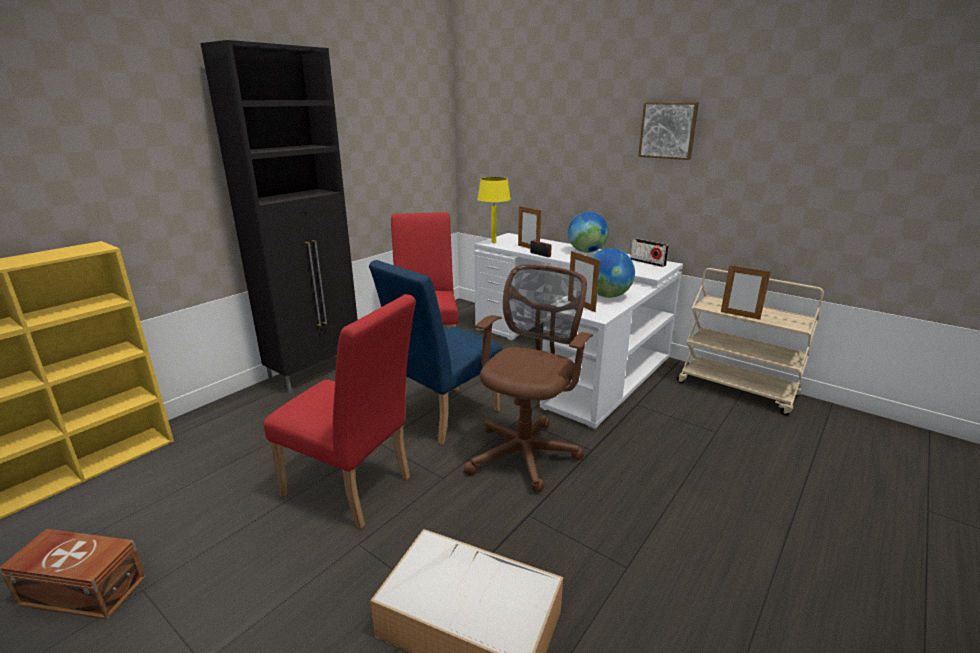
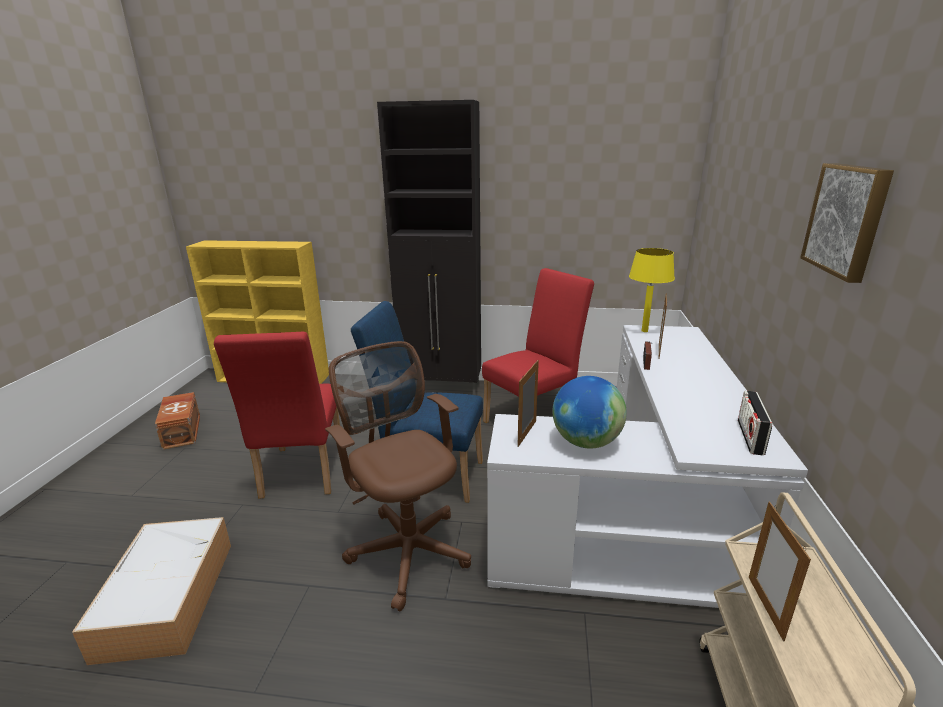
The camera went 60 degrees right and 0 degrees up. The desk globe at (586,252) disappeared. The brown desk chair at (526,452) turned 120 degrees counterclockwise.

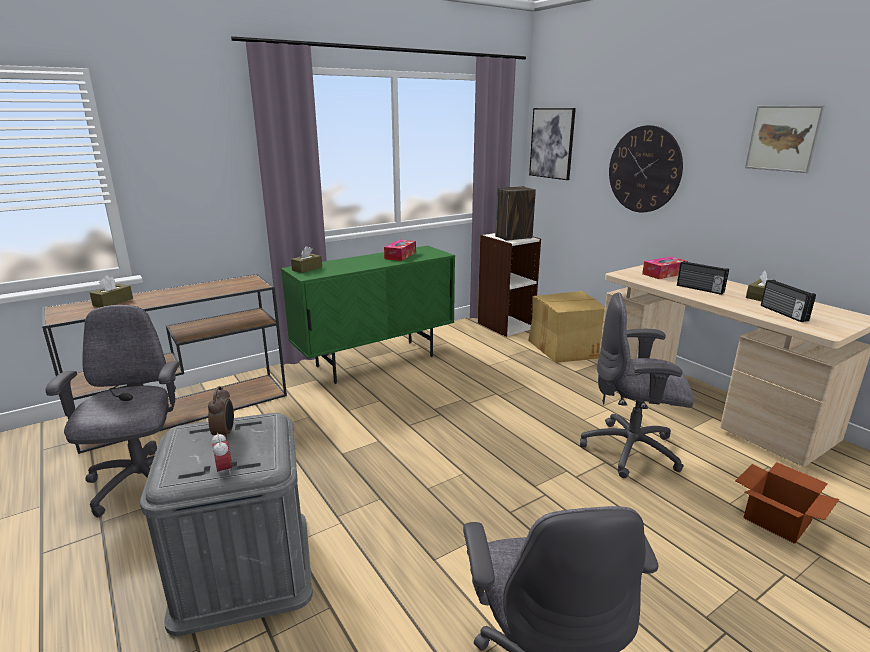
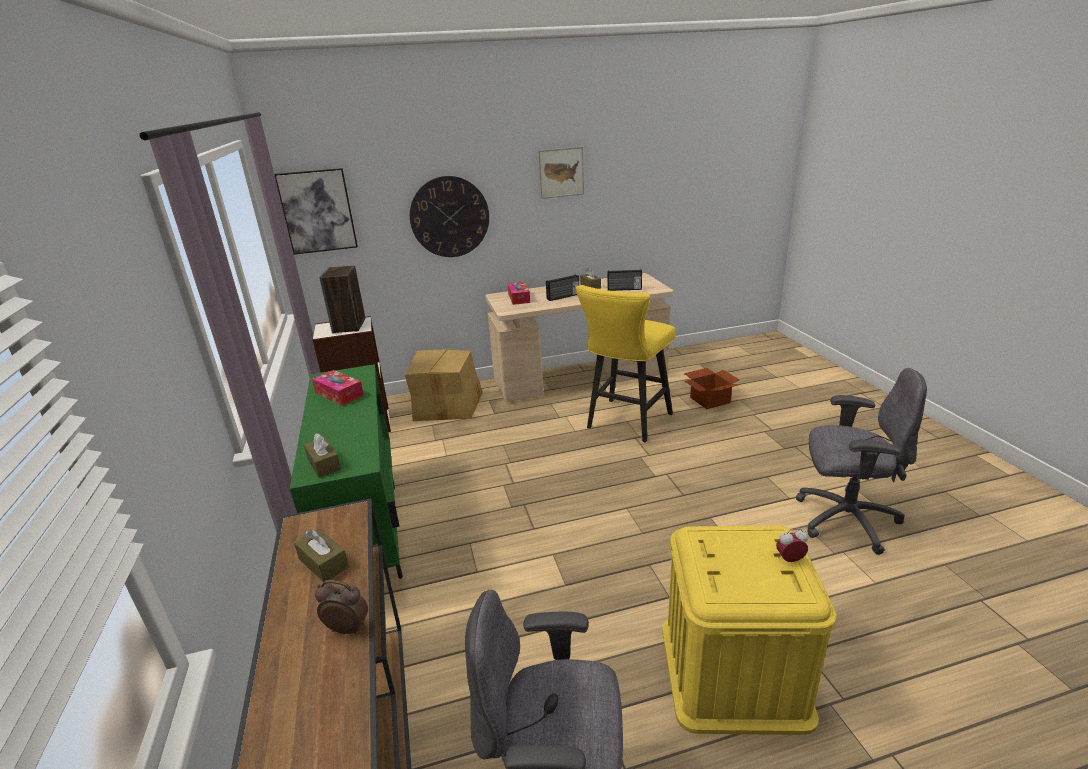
The camera went 70 degrees left and 5 degrees up. The brown tissue holder moved from (113,302) to (323,563). The table clock moved from (225,434) to (348,628). The greyish desk chair at (632,451) was replaced by the yellow stool seat at (626,423). The greyish storage bin at (243,568) became the yellow storage bin at (733,672).

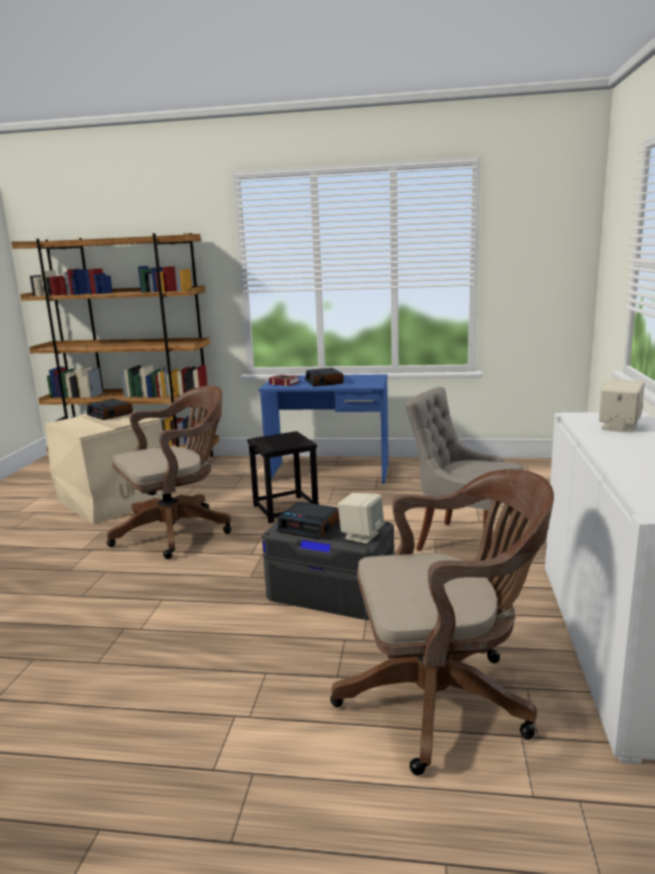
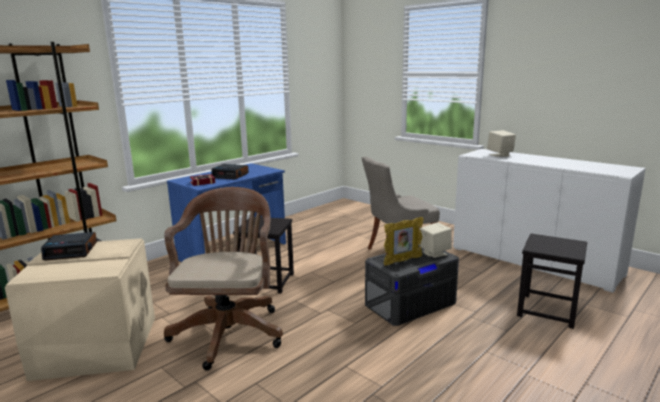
The camera went 55 degrees left and 0 degrees up. The table clock at (311,526) was replaced by the photo frame at (402,261). The brown desk chair at (443,699) was replaced by the black stool seat at (547,310).

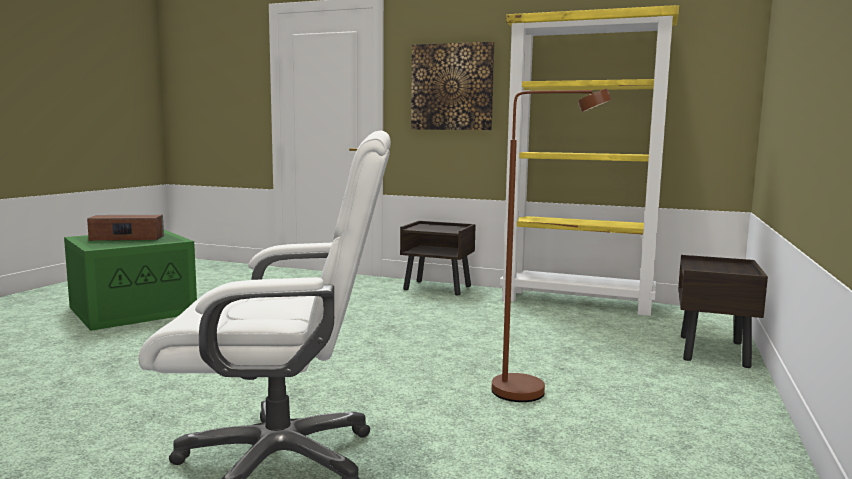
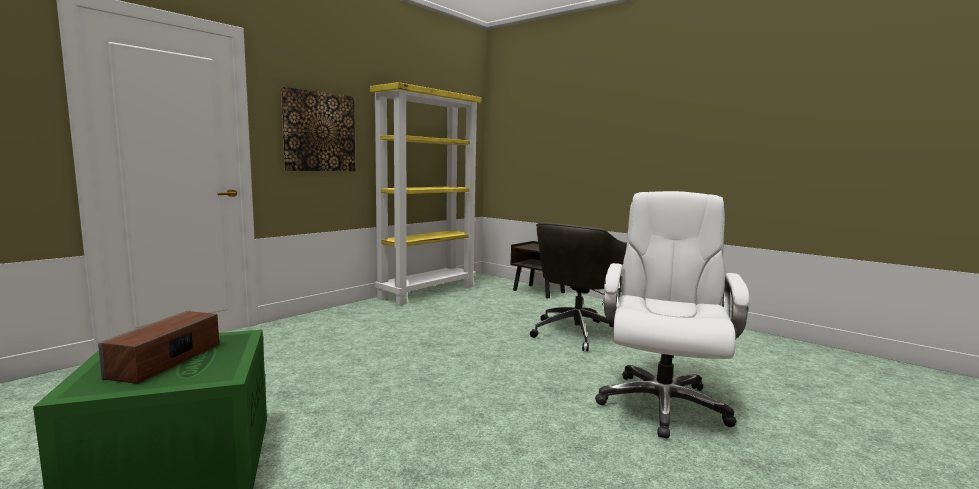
The camera went 70 degrees left and 0 degrees up. The brown nightstand at (438,288) disappeared. The brown standard lamp at (533,393) was replaced by the greyish desk chair at (578,332).

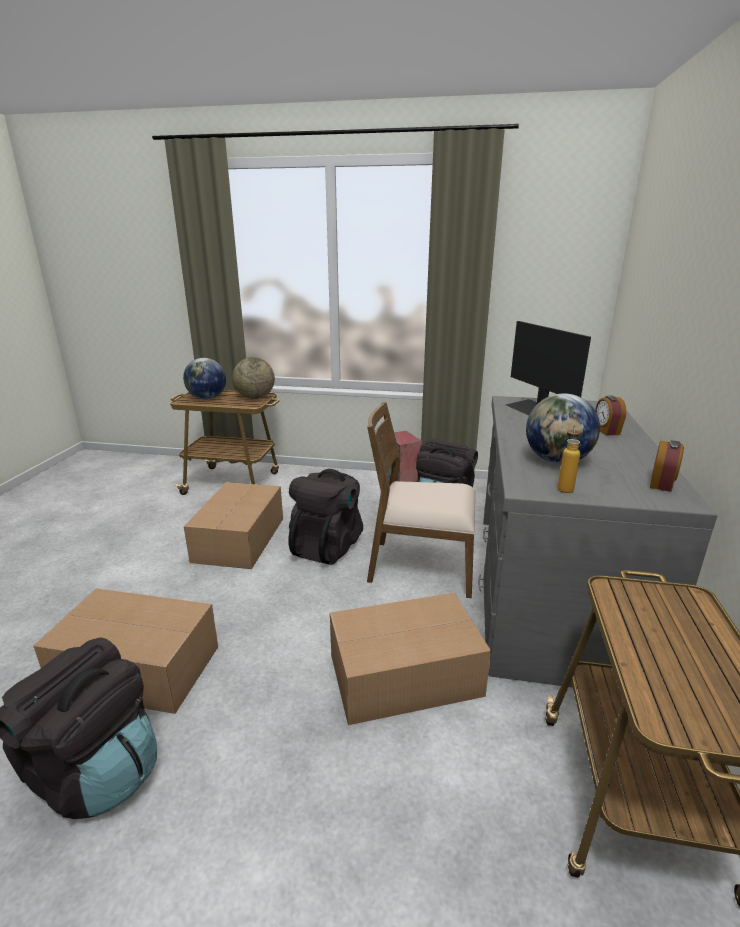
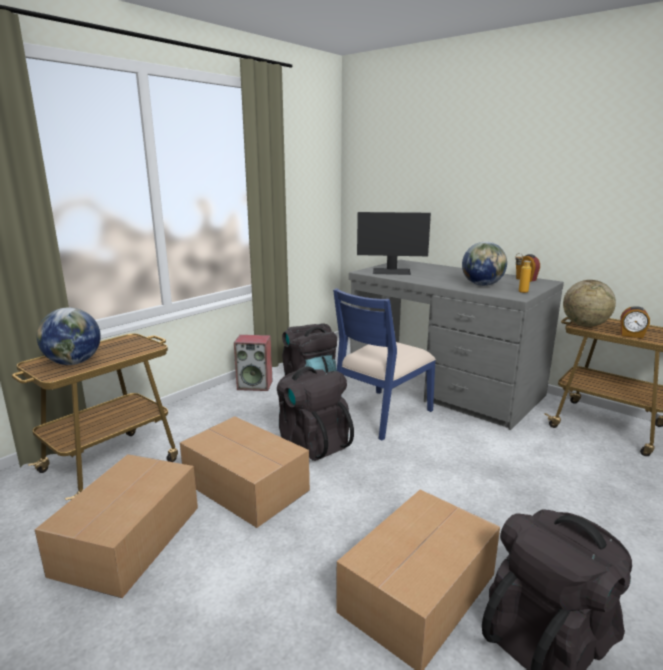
The camera went 60 degrees left and 5 degrees down. The desk globe moved from (255,398) to (584,325). The cardboard box moved from (407,675) to (130,538). The table clock moved from (606,431) to (631,335). The brown chair at (421,566) became the bluish chair at (381,414).

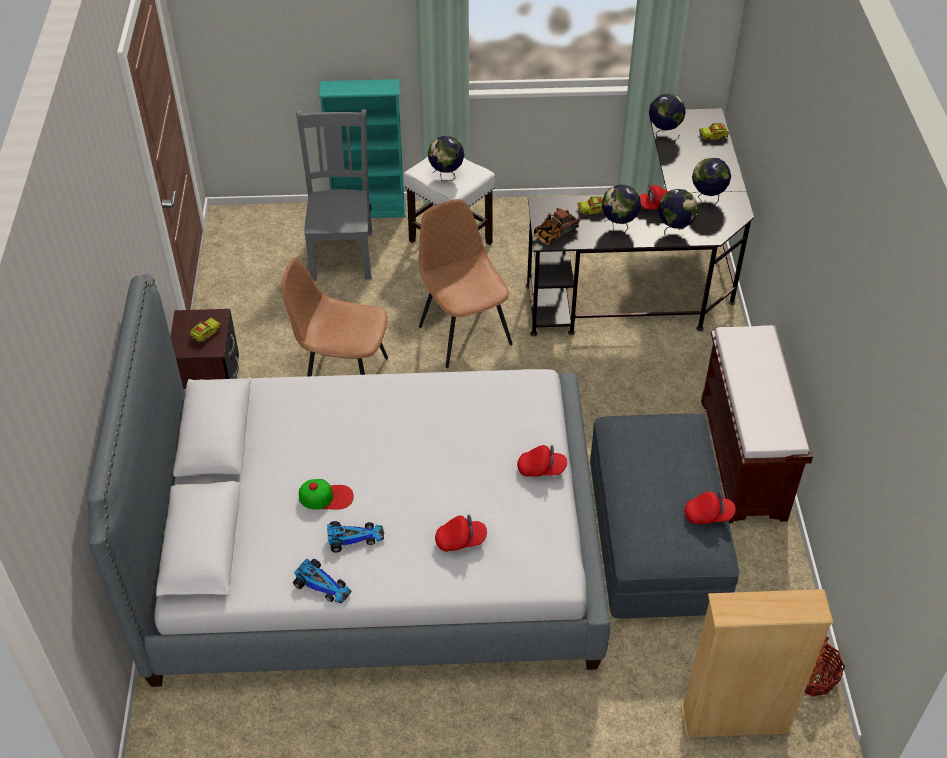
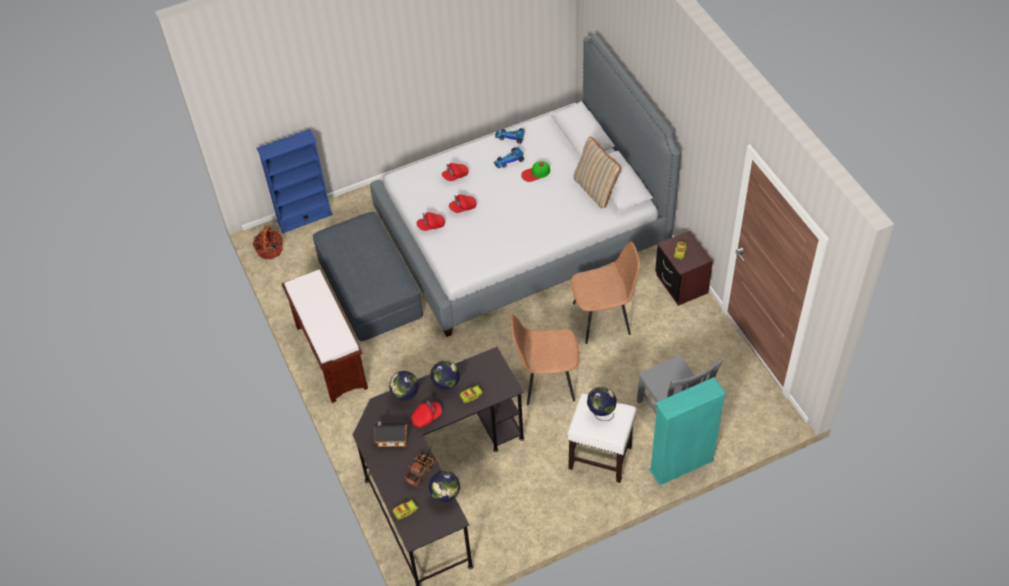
The camera went 160 degrees right and 5 degrees up. The beige-coloured throw pillow at (596,189) appeared. The model truck moved from (553,235) to (422,470). The red-coloured cap moved from (708,515) to (463,207). The desk globe at (707,199) was replaced by the miniature house at (391,438). The beige-coloured bookcase at (735,720) became the bluish bookcase at (304,218). The brown chair at (464,333) turned 135 degrees clockwise.

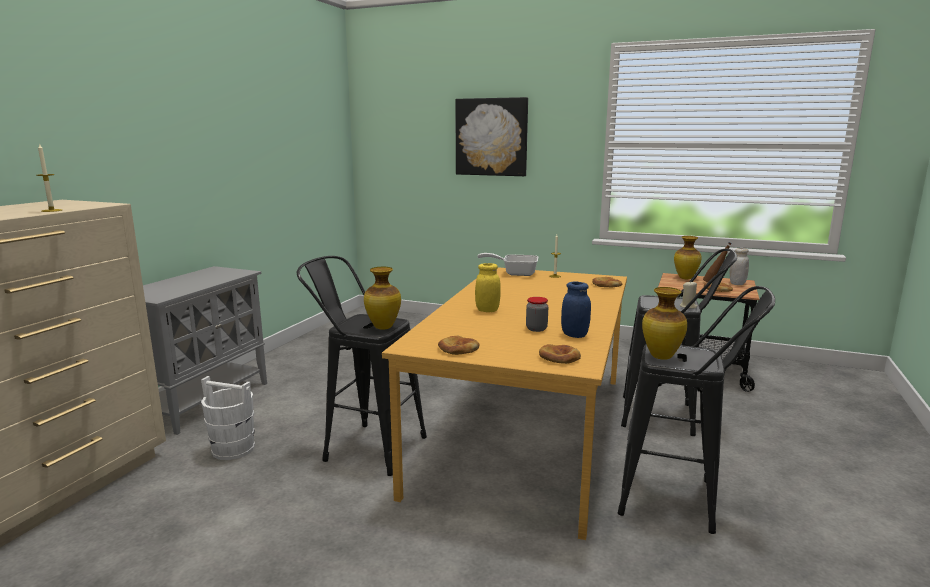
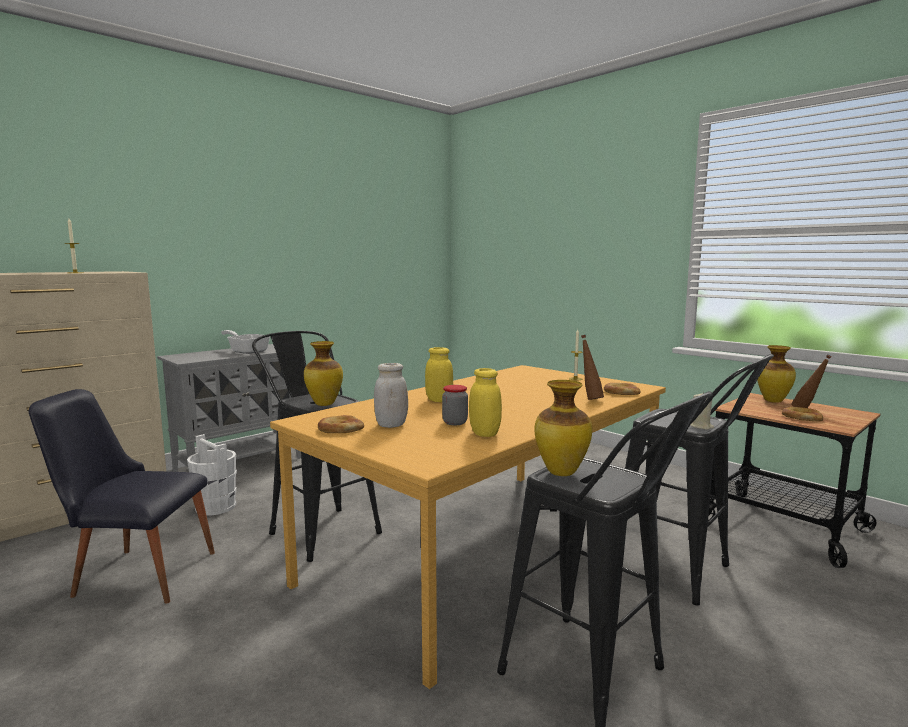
The camera went 25 degrees right and 5 degrees down. The wall picture at (491,137) disappeared. The bakery bread at (559,357) disappeared. The black chair at (134,572) appeared. The brown drink bottle at (589,399) appeared. The frying pan moved from (515,273) to (247,351). The white-coloured storage jar moved from (737,284) to (391,425). The bluish storage jar at (574,335) became the yellow storage jar at (484,434).

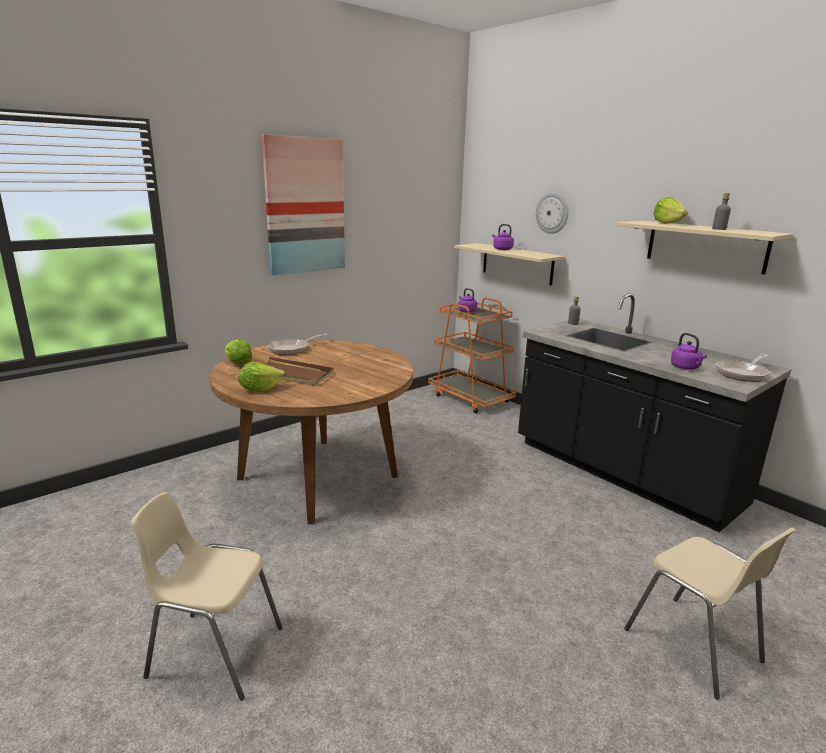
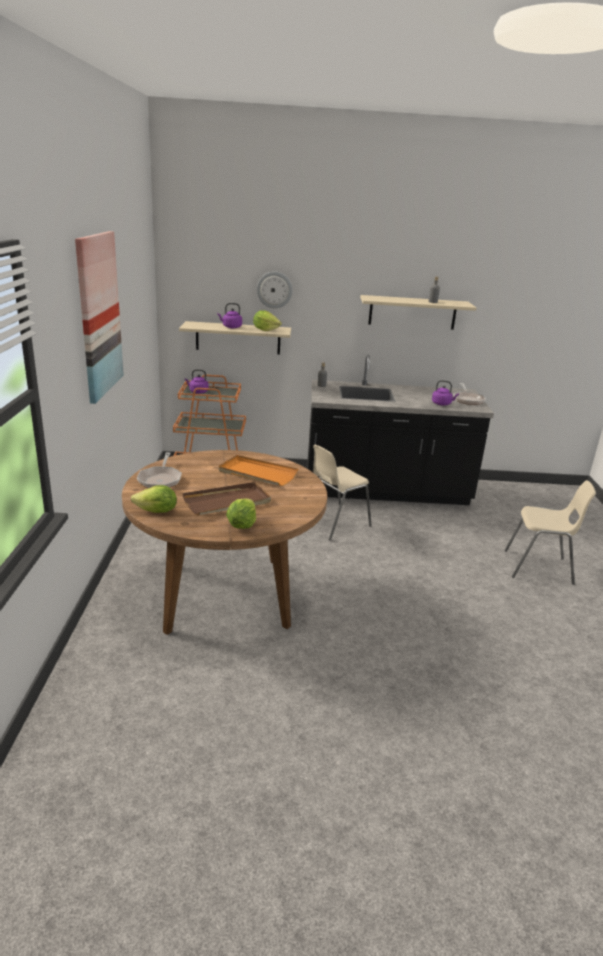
The camera went 50 degrees left and 5 degrees up. The orangey tray at (257,473) appeared. The beige-coloured chair moved from (215,652) to (335,523). The lettuce head moved from (667,223) to (265,330).

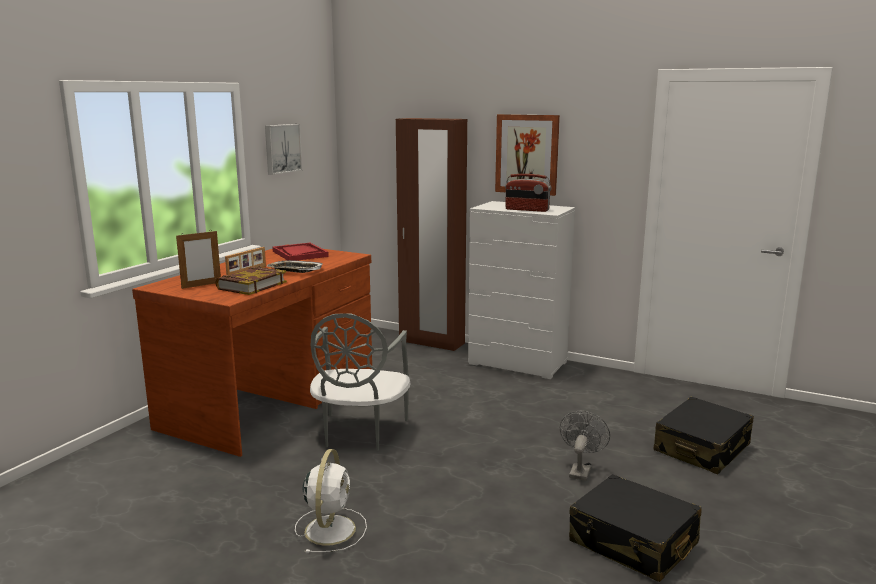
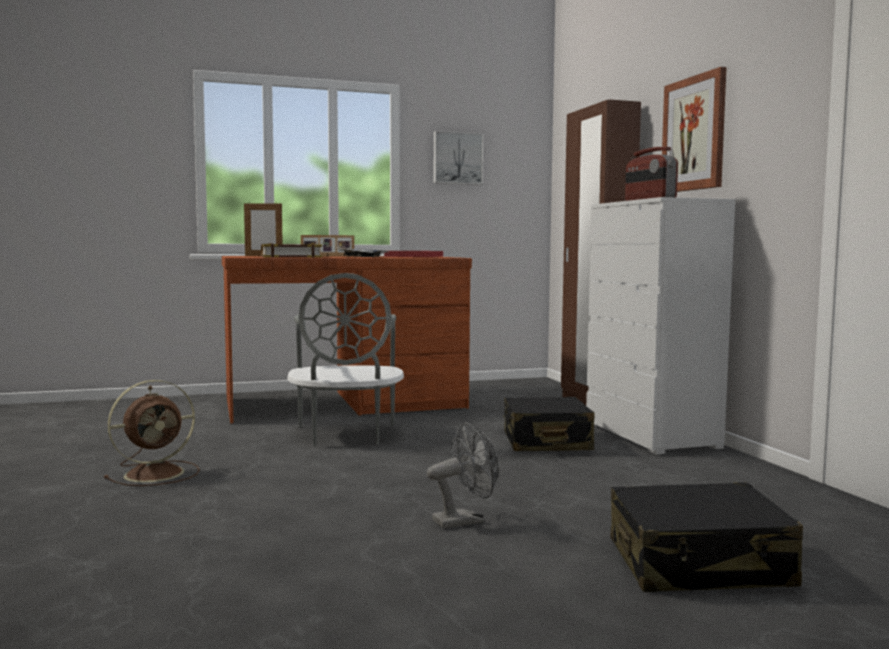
The camera went 45 degrees right and 10 degrees down. The black suitcase moved from (633,543) to (546,442). The white-coloured fan at (330,528) became the brown fan at (157,473). The greyish chair at (359,433) turned 60 degrees counterclockwise.

